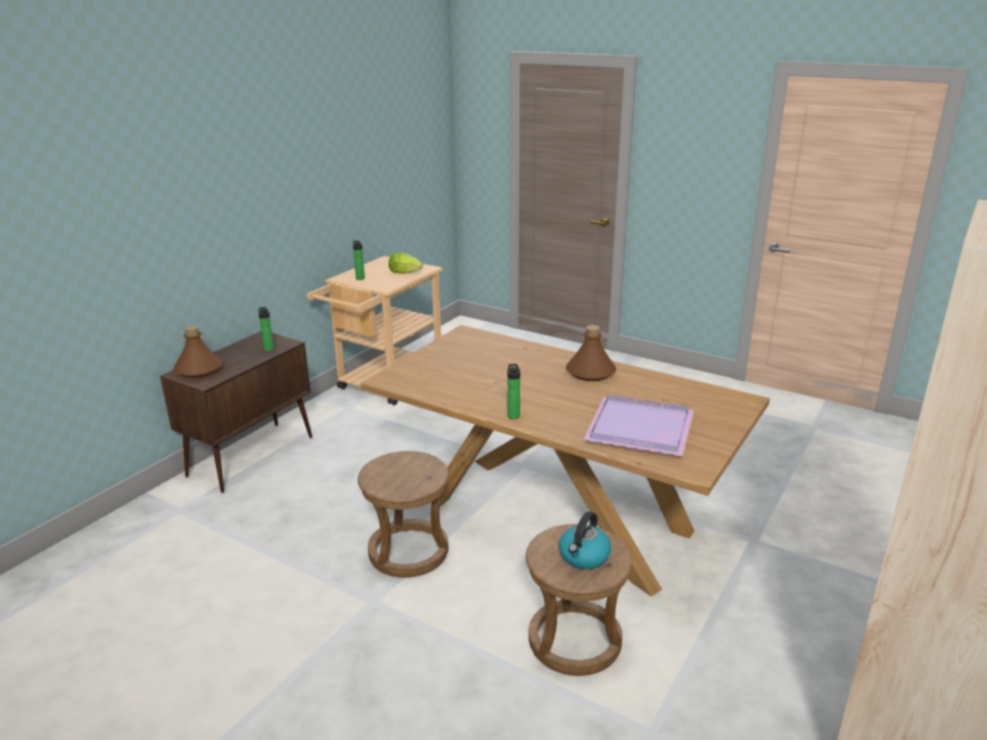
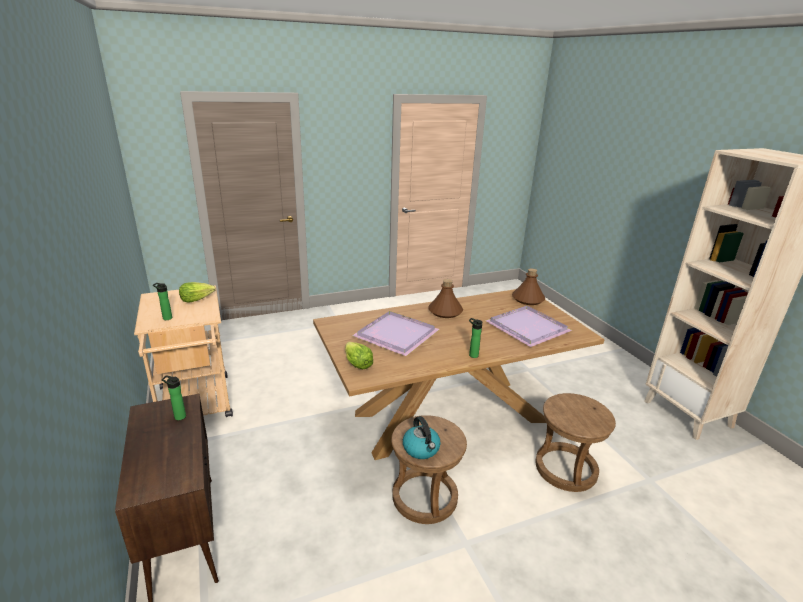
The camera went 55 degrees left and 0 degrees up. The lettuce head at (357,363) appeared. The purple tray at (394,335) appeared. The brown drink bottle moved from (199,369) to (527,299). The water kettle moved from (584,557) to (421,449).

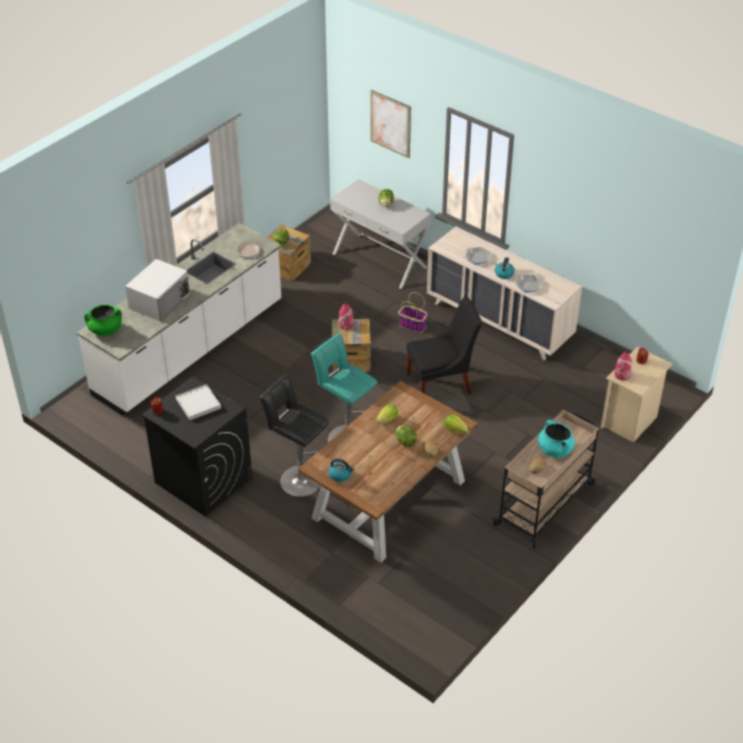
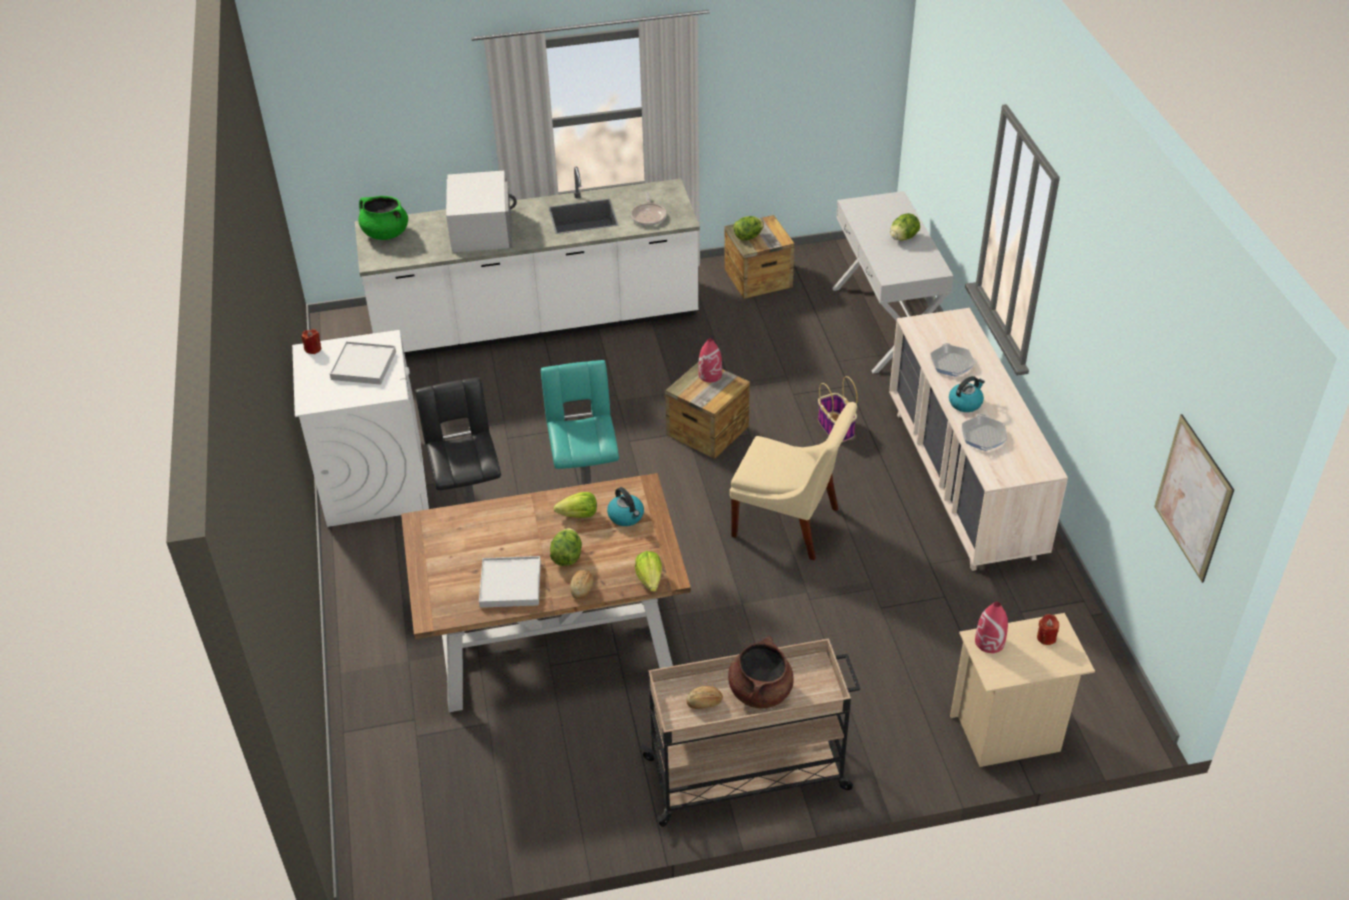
The camera went 40 degrees right and 0 degrees up. The white-coloured tray at (510,584) appeared. The water kettle moved from (340,475) to (626,516). The wall picture moved from (390,124) to (1193,498). The black washing machine at (203,479) became the white-coloured washing machine at (374,481). The black chair at (442,383) became the beige-coloured chair at (790,524). The turquoise-coloured cooking pot at (554,449) became the brown cooking pot at (760,691). The white-coloured microwave at (160,301) turned 75 degrees counterclockwise.

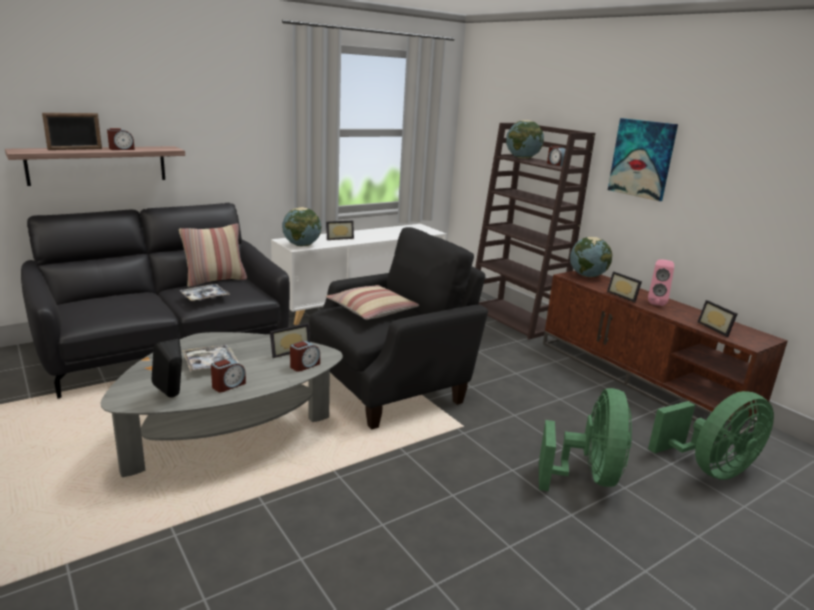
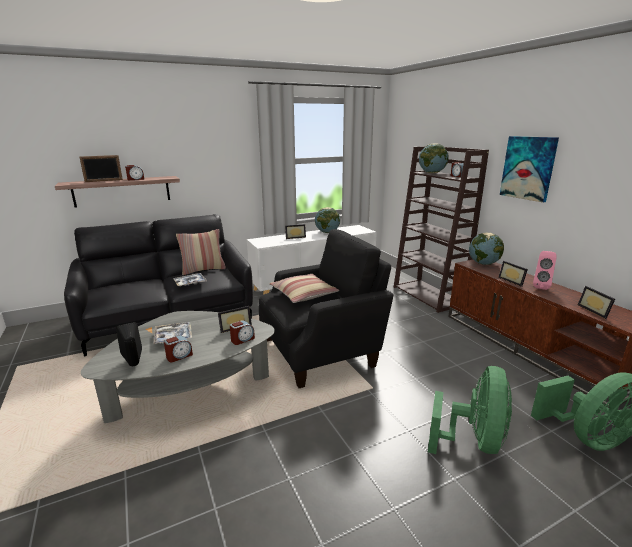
The camera went 10 degrees right and 0 degrees up. The desk globe moved from (302,245) to (327,232).

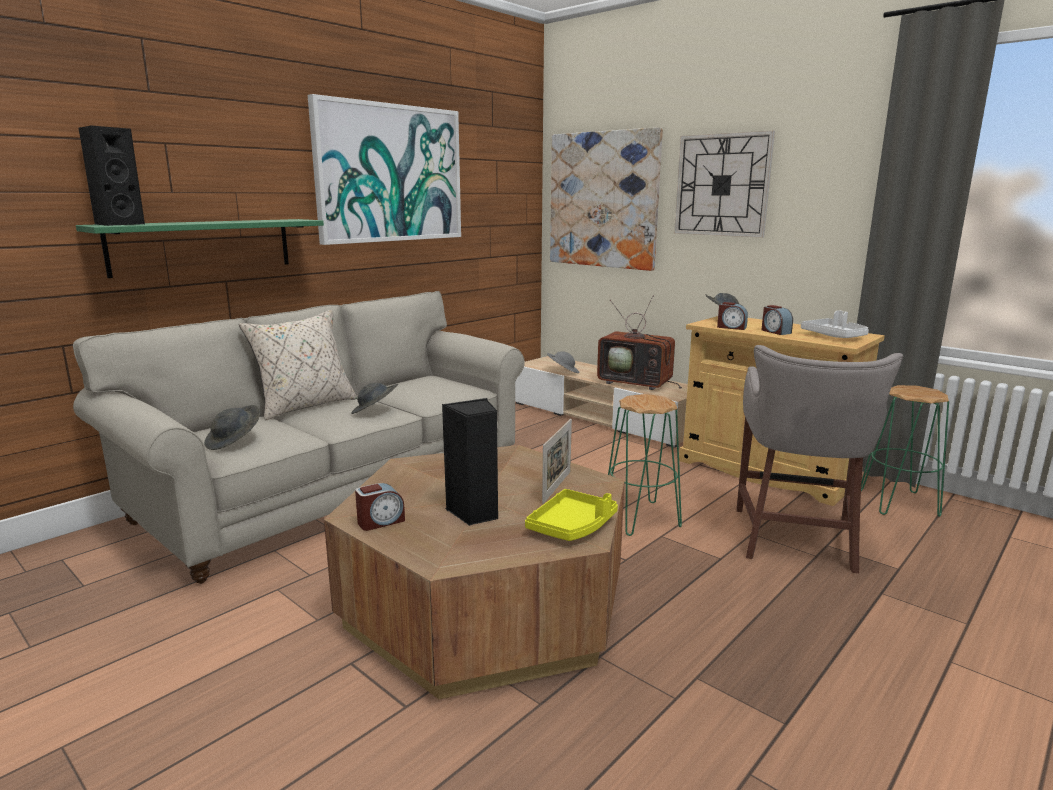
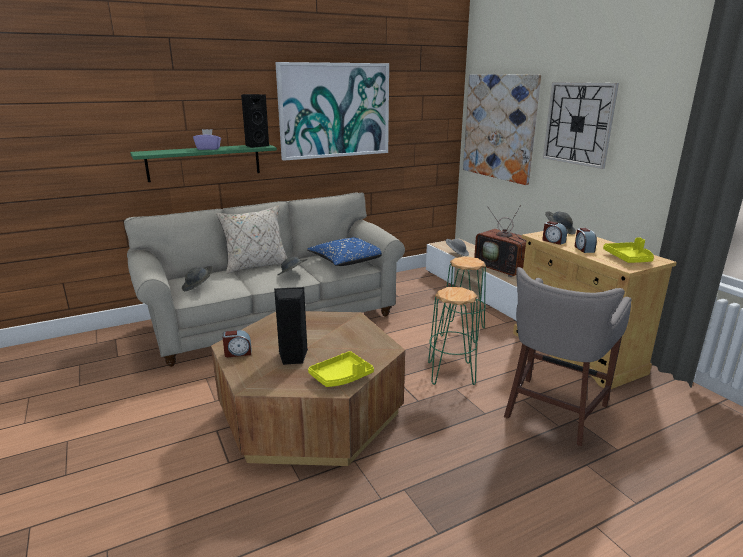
The camera went 20 degrees right and 5 degrees up. The photo frame at (557,487) disappeared. The purple tissue holder at (208,149) appeared. The bluish throw pillow at (347,261) appeared. The black speaker moved from (117,224) to (256,146). The green stool seat moved from (899,503) to (463,332). The white-coloured tray at (834,336) became the yellow tray at (628,258).

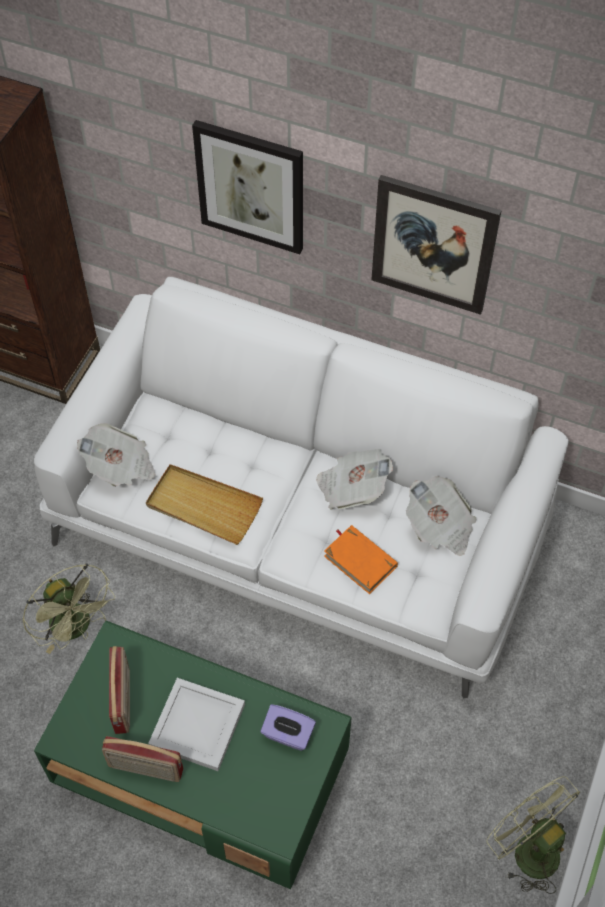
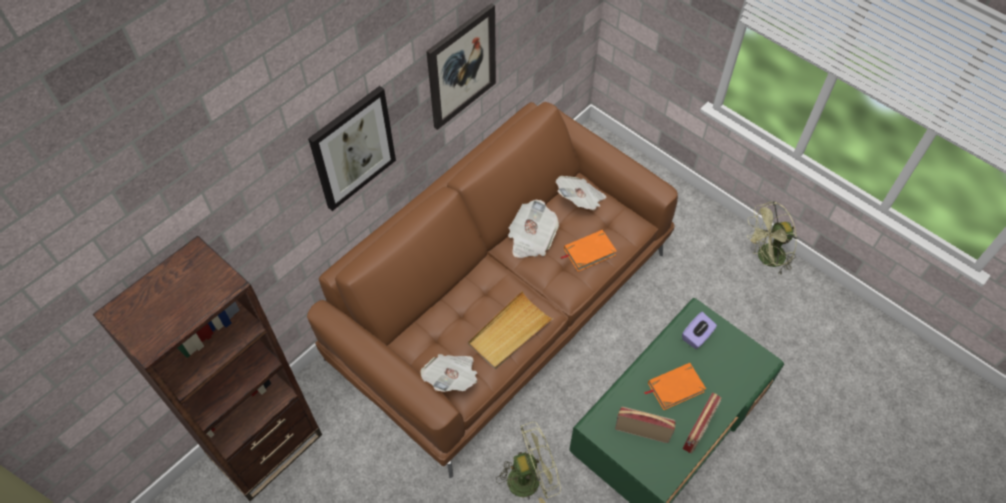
The camera went 70 degrees left and 0 degrees up. The white-coloured tray at (199,724) was replaced by the orangey volume at (675,387). The white-coloured sofa at (302,524) became the brown sofa at (503,303).

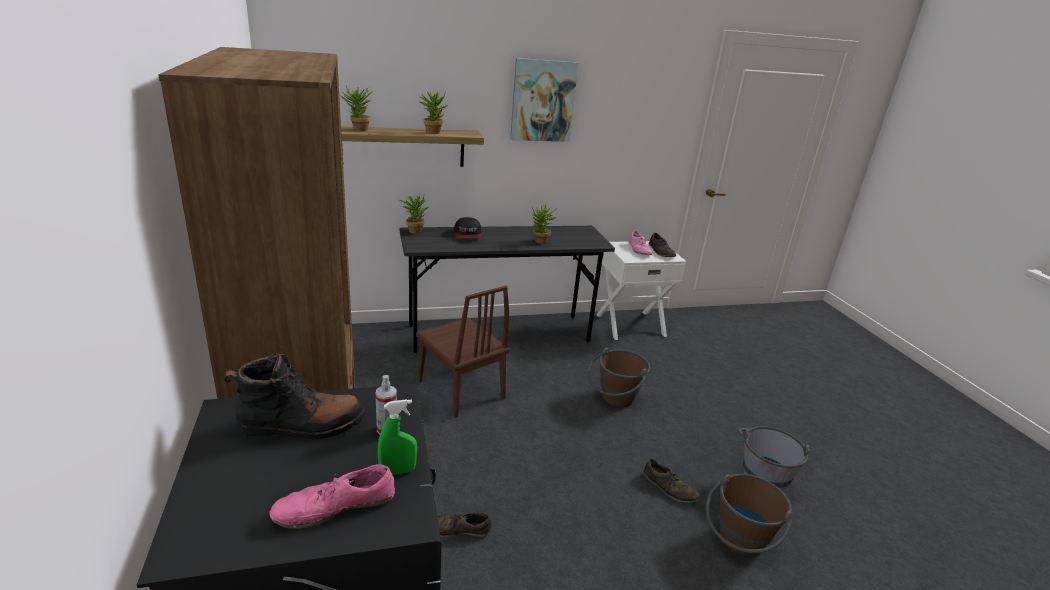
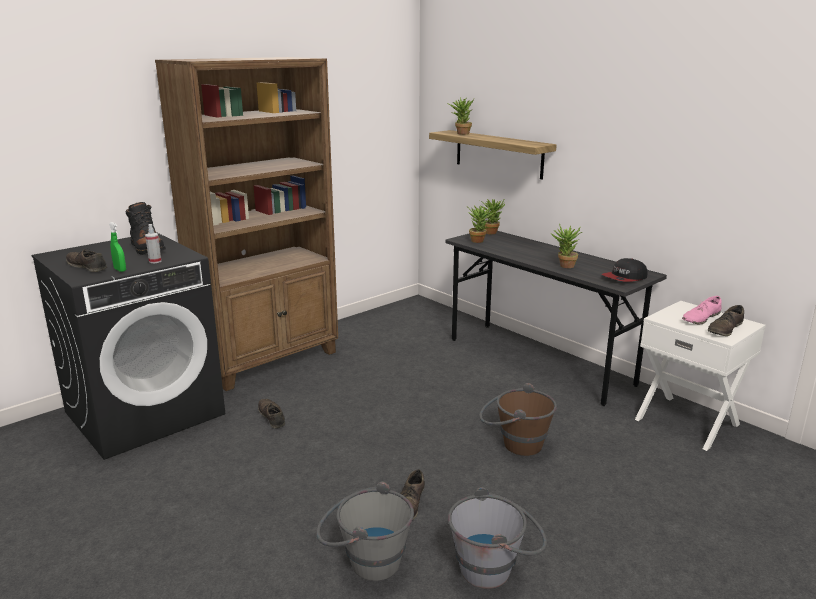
The camera went 65 degrees right and 5 degrees down. The brown chair at (460,389) disappeared. The wall picture at (542,101) disappeared. The houseplant moved from (432,131) to (479,240). The cap moved from (467,234) to (624,278). The pink-coloured low shoe at (335,506) became the brown low shoe at (87,266). The brown bucket at (737,544) became the greyish bucket at (365,561).

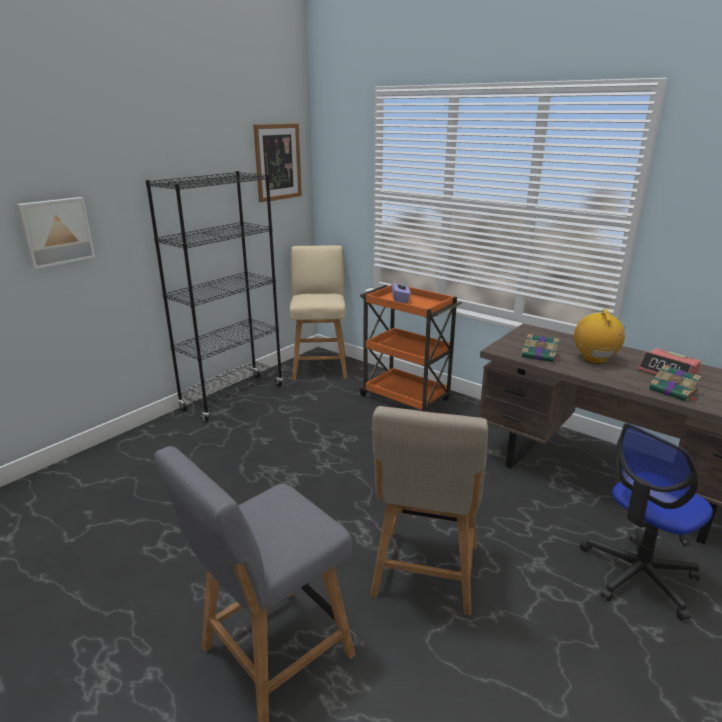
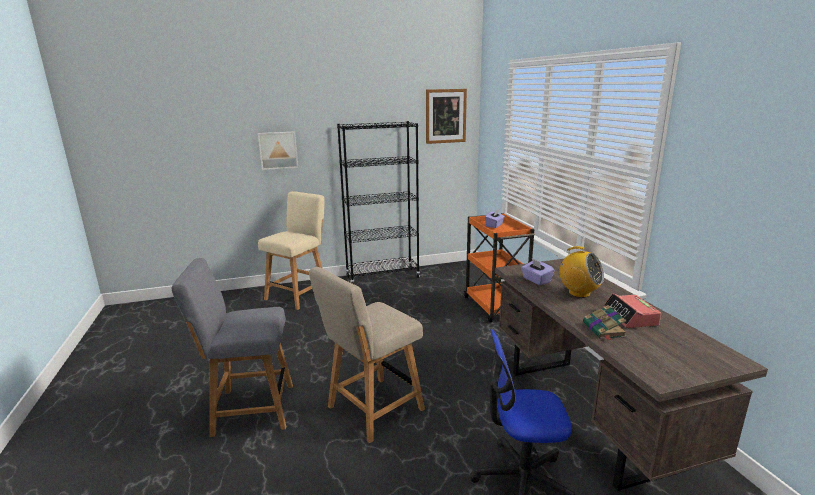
The camera went 35 degrees right and 5 degrees down. The beige-coloured chair moved from (320,366) to (299,295). The volume at (540,355) was replaced by the purple tissue holder at (536,280). The radio at (594,359) turned 90 degrees clockwise.

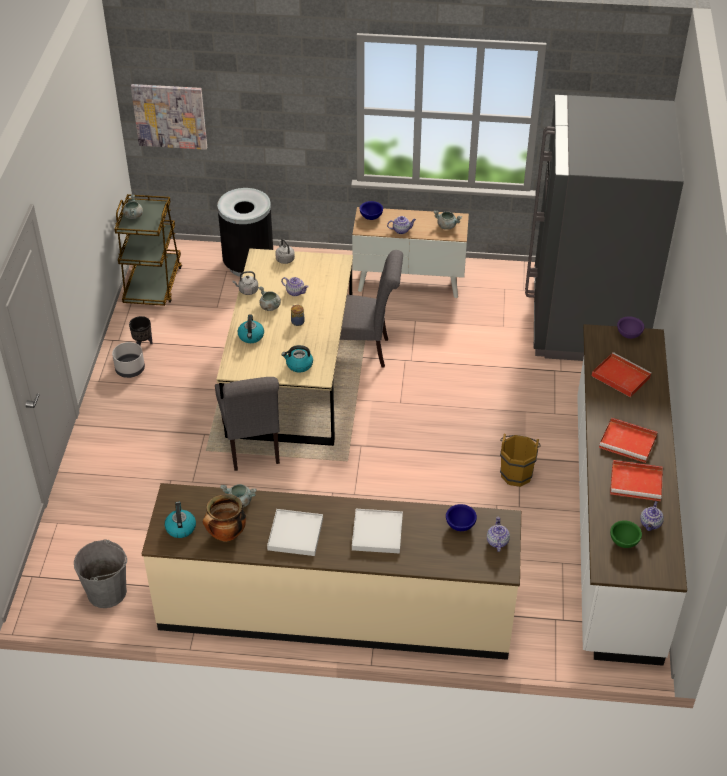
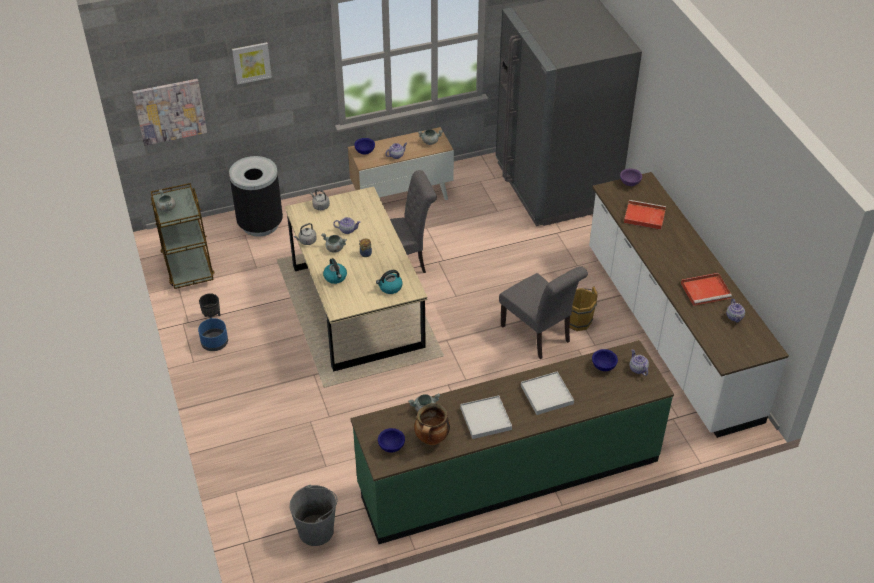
The camera went 25 degrees left and 0 degrees up. The red-coloured tray at (629,442) disappeared. The green bowl at (623,541) disappeared. The wall picture at (251,62) appeared. The greyish chair moved from (252,446) to (538,336). The water kettle at (180,527) was replaced by the bluish bowl at (391,447). The greyish plant pot at (130,369) became the bluish plant pot at (215,342). The beige-coloured kitchen counter at (336,609) became the green kitchen counter at (508,473).

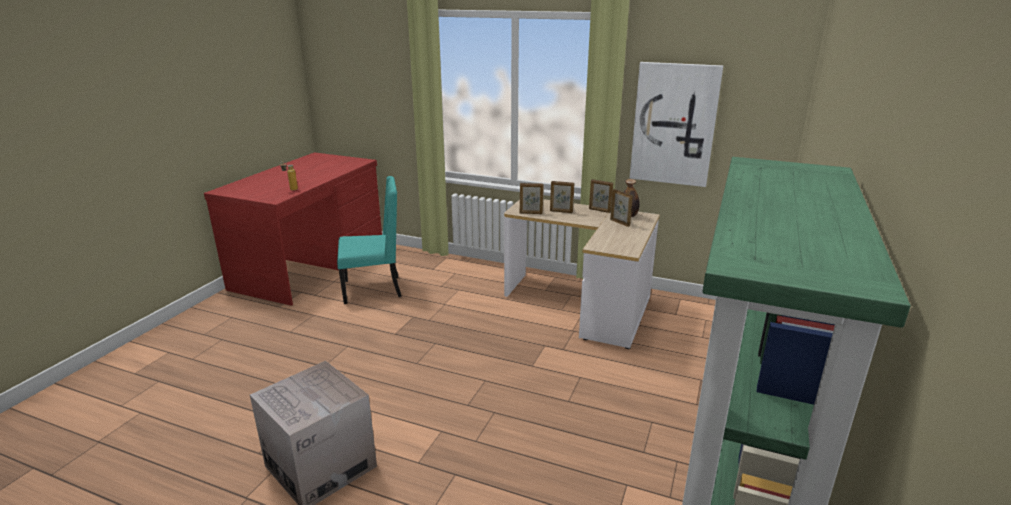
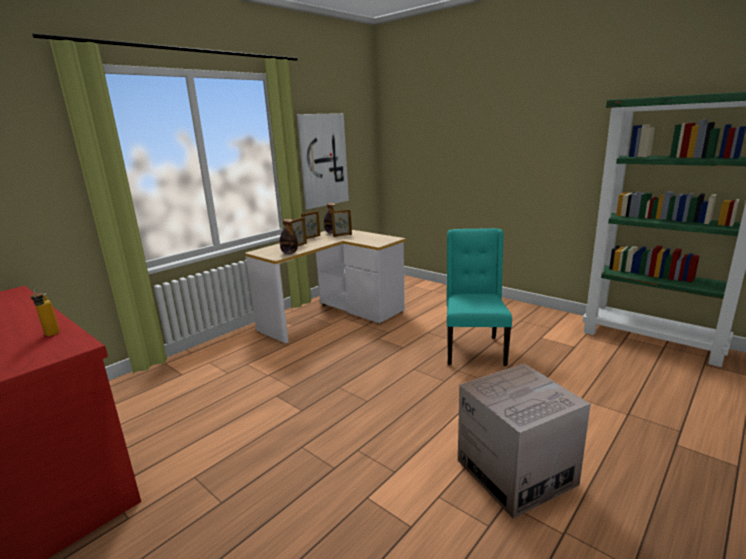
The camera went 70 degrees left and 5 degrees down. The turquoise-coloured chair moved from (374,289) to (473,350). The photo frame at (531,213) was replaced by the drink bottle at (289,253).

